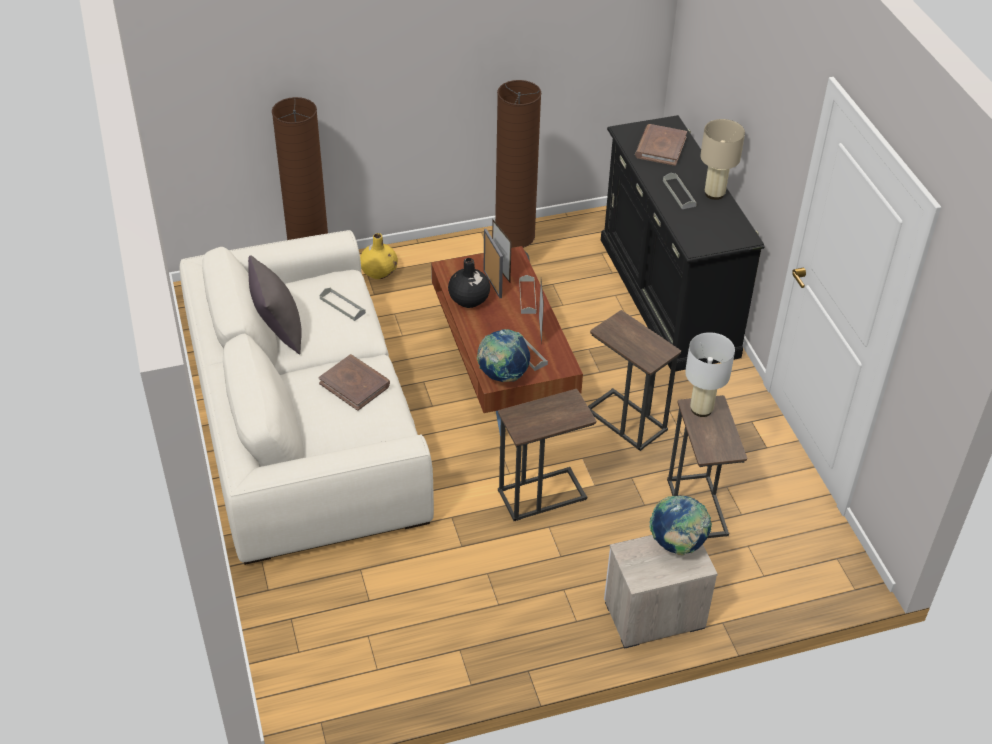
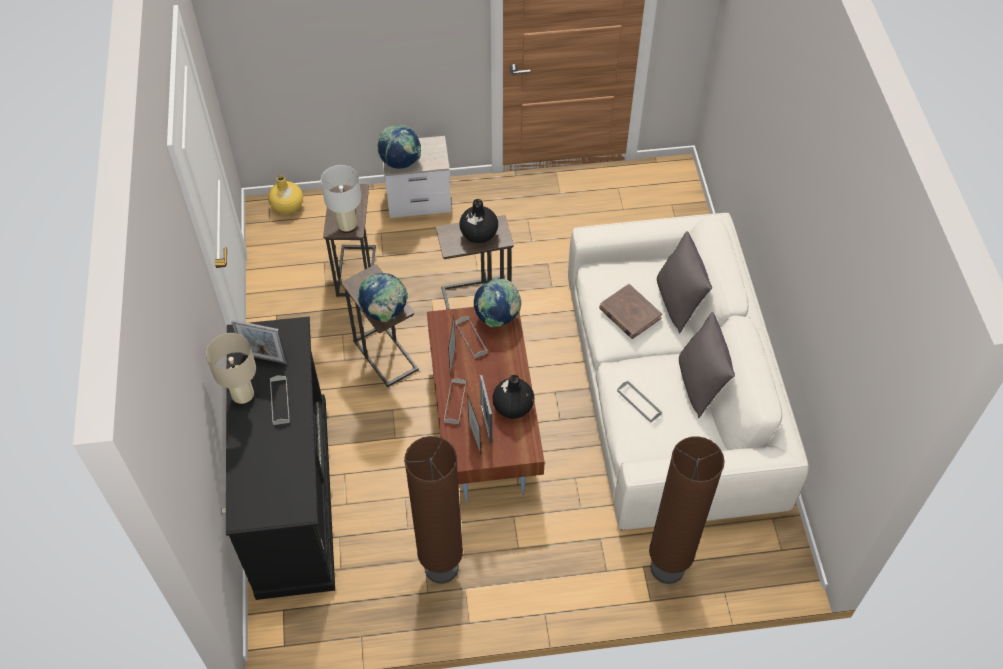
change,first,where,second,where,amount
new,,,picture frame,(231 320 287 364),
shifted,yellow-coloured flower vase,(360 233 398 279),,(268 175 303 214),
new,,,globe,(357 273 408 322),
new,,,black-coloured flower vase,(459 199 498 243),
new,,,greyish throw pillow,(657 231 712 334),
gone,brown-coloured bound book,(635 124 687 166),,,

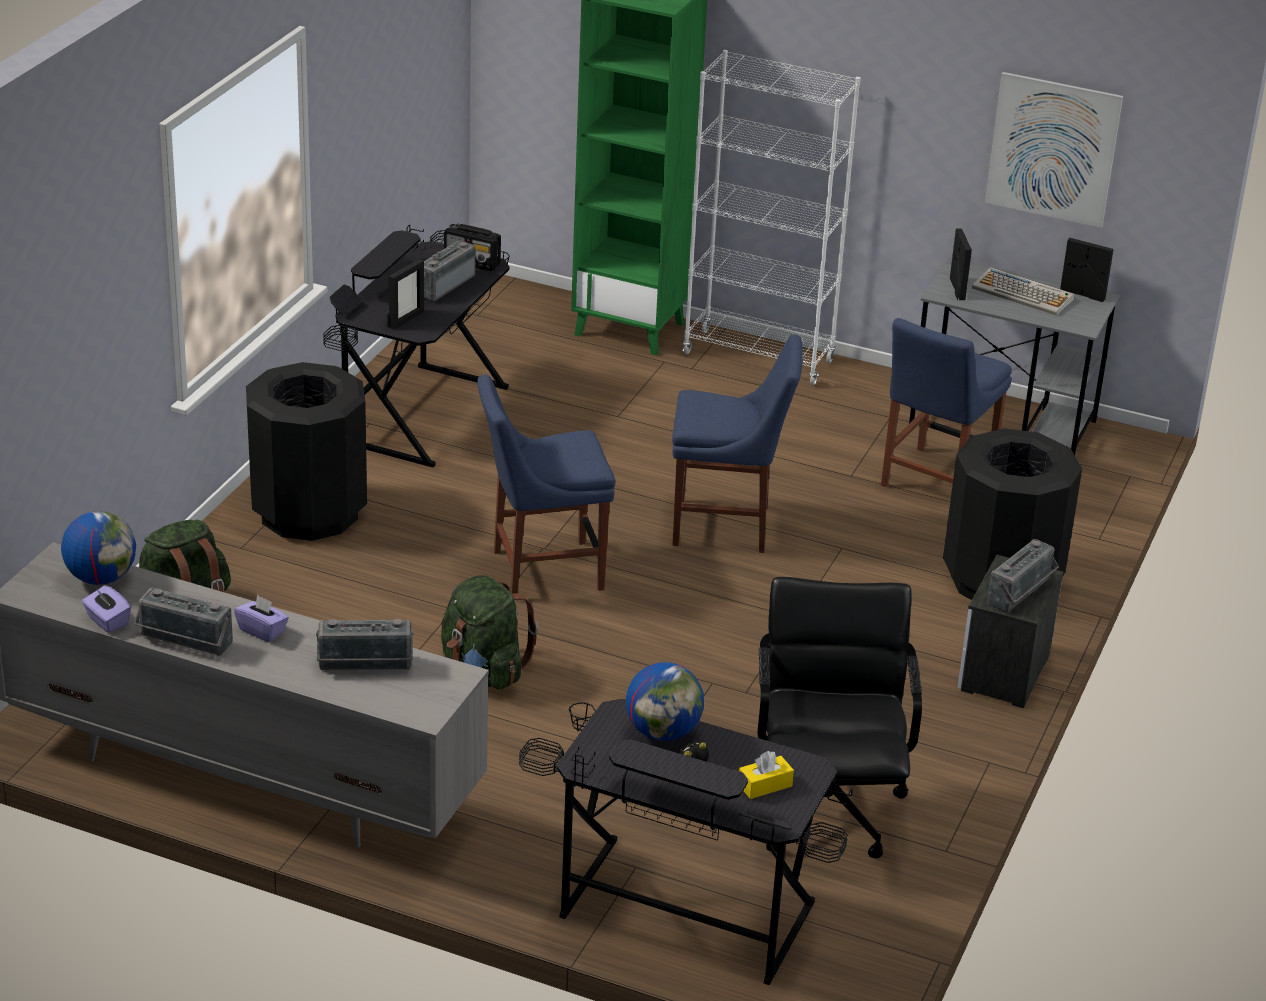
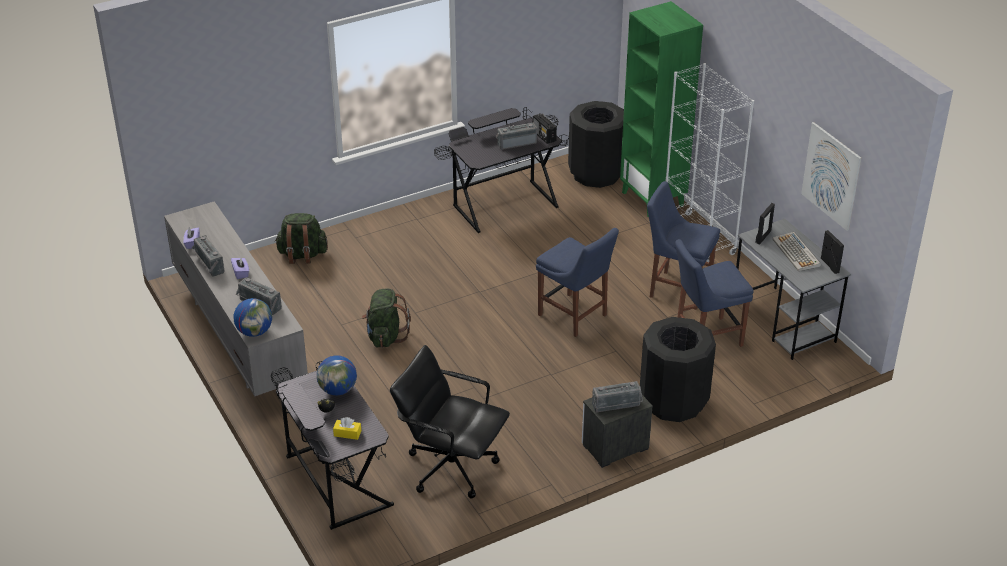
change,first,where,second,where,amount
shifted,globe,(61 511 136 585),,(233 298 272 337),
rotated,black-coloured desk chair,(757 577 922 858),,(390 345 510 499),105 degrees counterclockwise
shifted,black-coloured rubbish bin,(246 362 367 541),,(568 101 624 188),
shifted,bluish plain chair,(477 374 615 594),,(647 181 720 310),
gone,picture frame,(387 259 424 330),,,

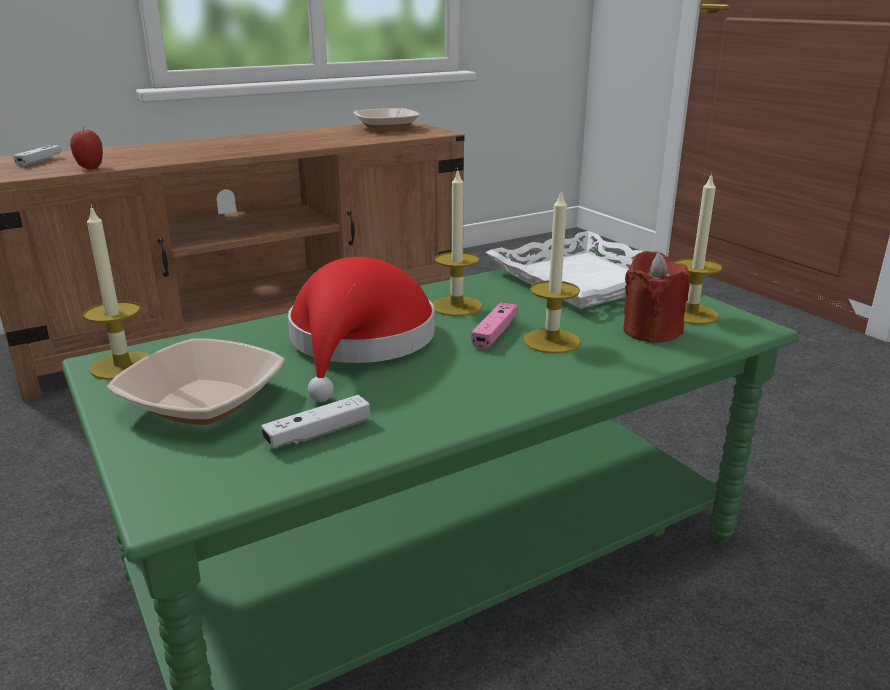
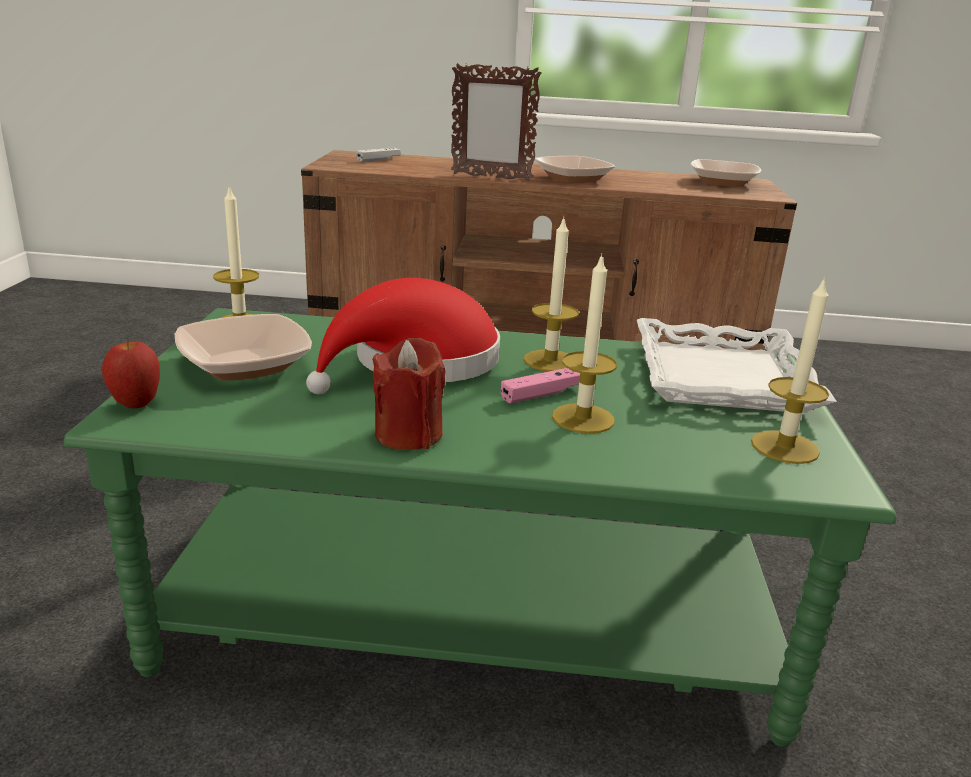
change,first,where,second,where,amount
shifted,apple fruit,(70 127 103 169),,(101 340 160 408),
shifted,red wax candle,(623 251 690 343),,(373 338 445 450),
new,,,picture frame,(451 63 542 181),
new,,,serving bowl,(535 156 615 183),
gone,white gamepad,(262 395 370 447),,,

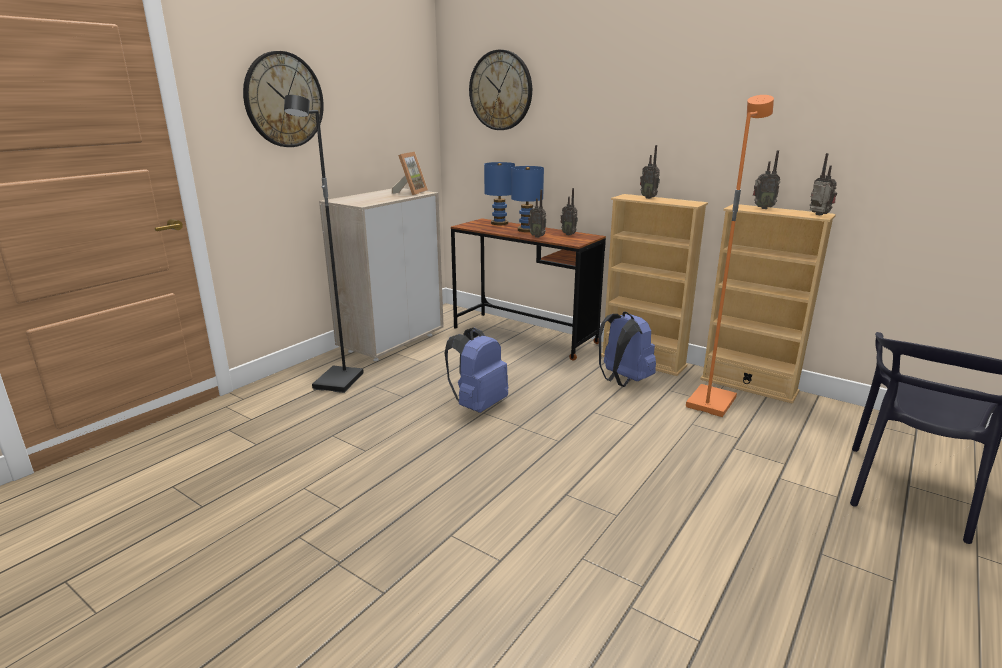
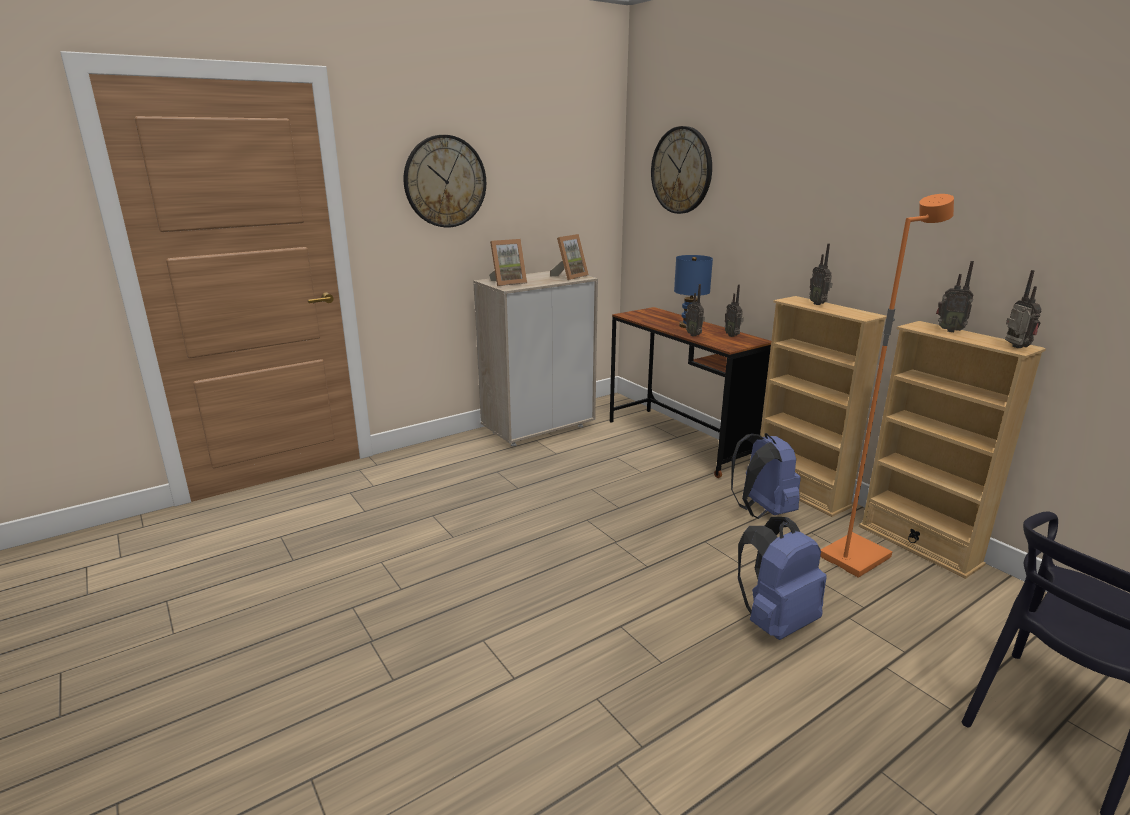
change,first,where,second,where,amount
new,,,picture frame,(489 239 527 286),
shifted,bluish knapsack,(445 328 508 413),,(738 517 827 640),
gone,black-coloured standard lamp,(284 95 364 393),,,
gone,bluish table lamp,(484 162 515 225),,,

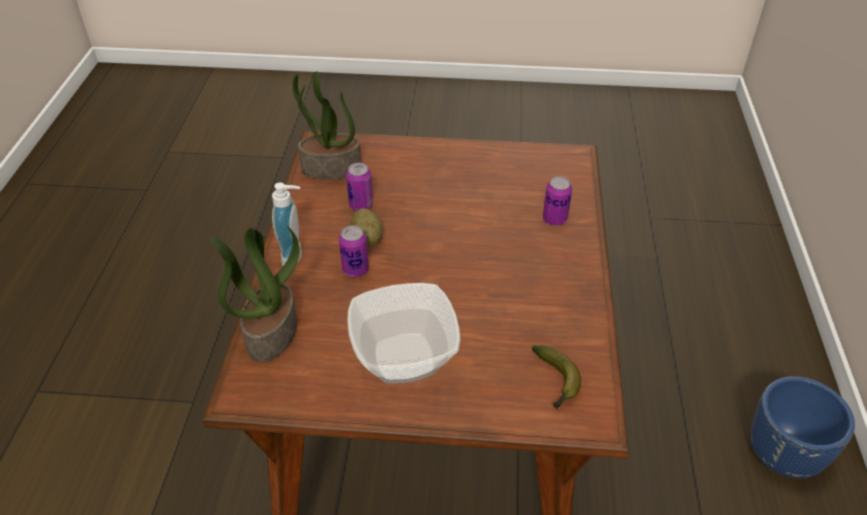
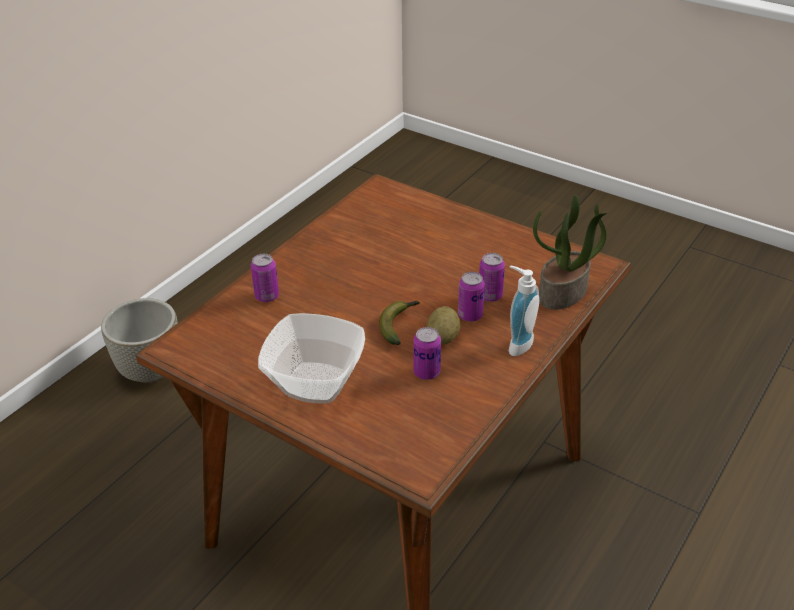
change,first,where,second,where,amount
repainted,bluish plant pot,(751 376 855 479),greyish plant pot,(101 298 178 383),
shifted,serving bowl,(347 283 460 384),,(258 313 365 404),
shifted,banana fruit,(532 345 581 409),,(379 301 420 345),
new,,,sealed can,(479 253 505 302),
gone,houseplant,(292 71 361 180),,,

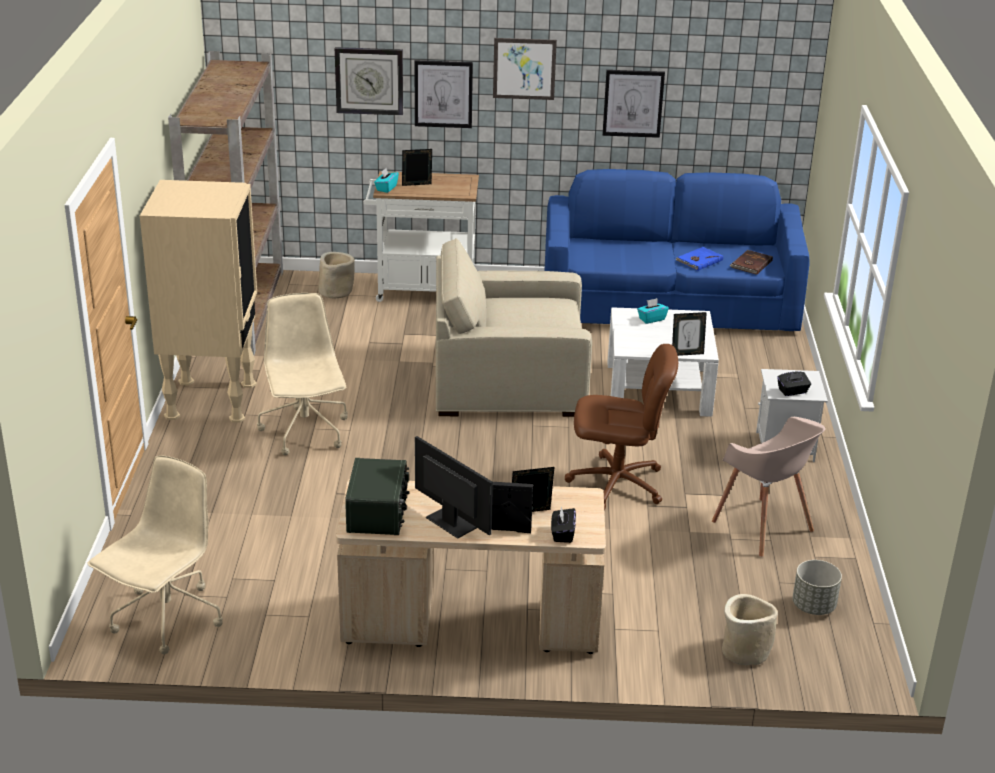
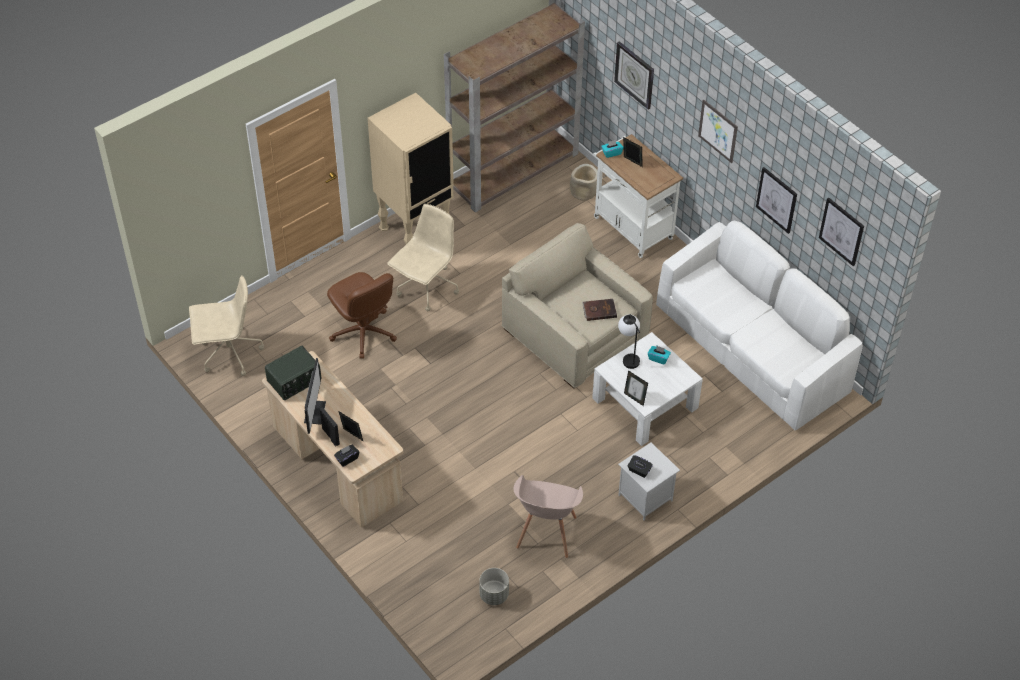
change,first,where,second,where,amount
shifted,brown-coloured desk chair,(565 344 678 510),,(327 272 397 359),
shifted,brown-coloured bound book,(730 250 773 275),,(582 299 617 321),
new,,,table lamp,(618 314 640 369),
repainted,bluish settee,(545 169 810 331),white settee,(656 221 863 430),
shifted,wall art,(415 60 473 128),,(819 197 864 266),
gone,bluish bound book,(675 247 723 271),,,
gone,beige plant pot,(722 594 778 665),,,

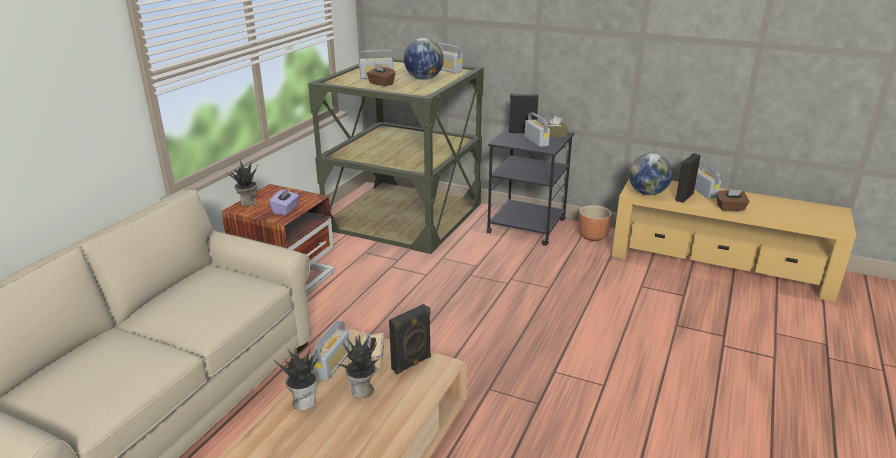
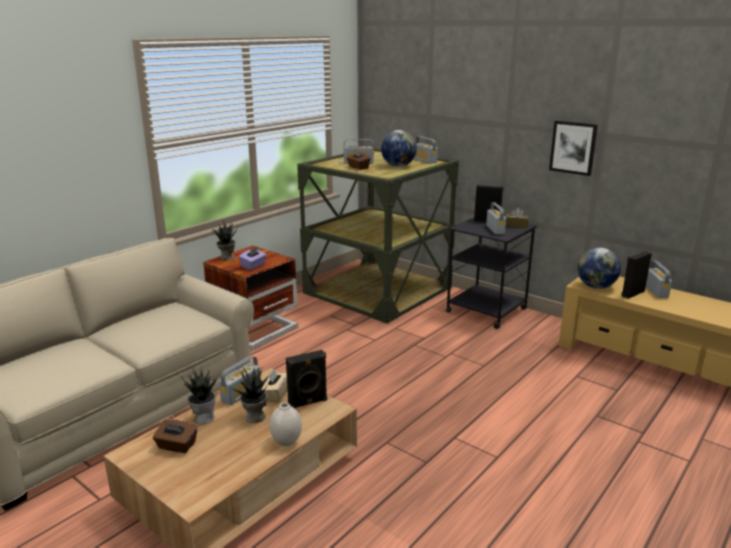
change,first,where,second,where,amount
shifted,brown-coloured tissue holder,(716 190 750 211),,(153 419 198 453),
new,,,white flower vase,(269 402 302 446),
new,,,wall art,(549 121 598 176),
gone,brown-coloured plant pot,(578 205 612 241),,,

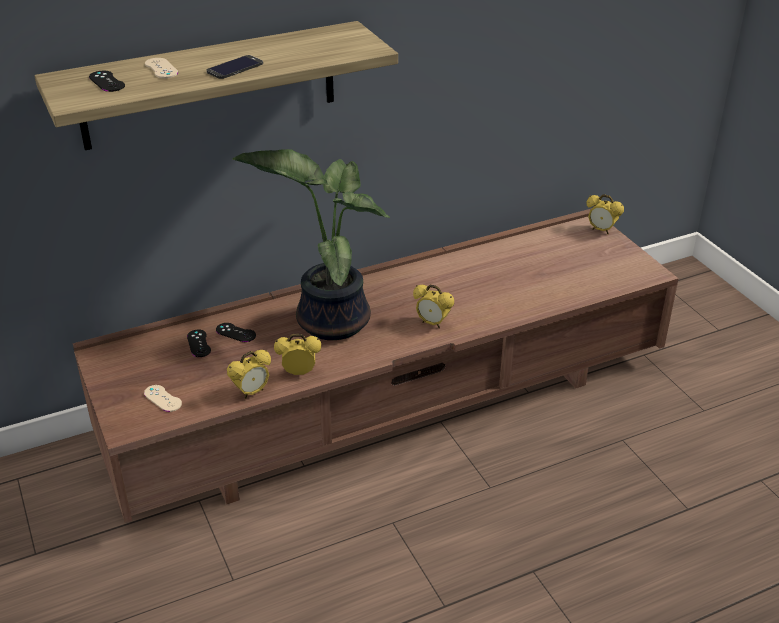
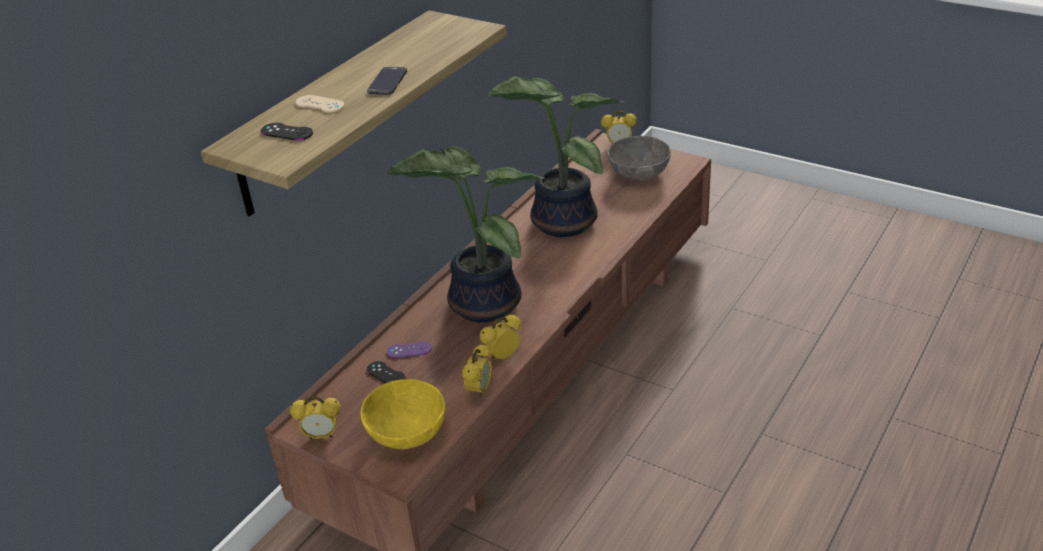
change,first,where,second,where,amount
shifted,bedside clock,(413 284 454 328),,(290 396 341 440),
swapped,beige gamepad,(144 385 182 412),yellow-coloured serving bowl,(360 379 445 449),
repainted,black-coloured gamepad,(216 323 256 342),purplish gamepad,(387 341 432 358),
new,,,houseplant,(487 76 624 237),
new,,,greyish serving bowl,(607 136 671 181),

